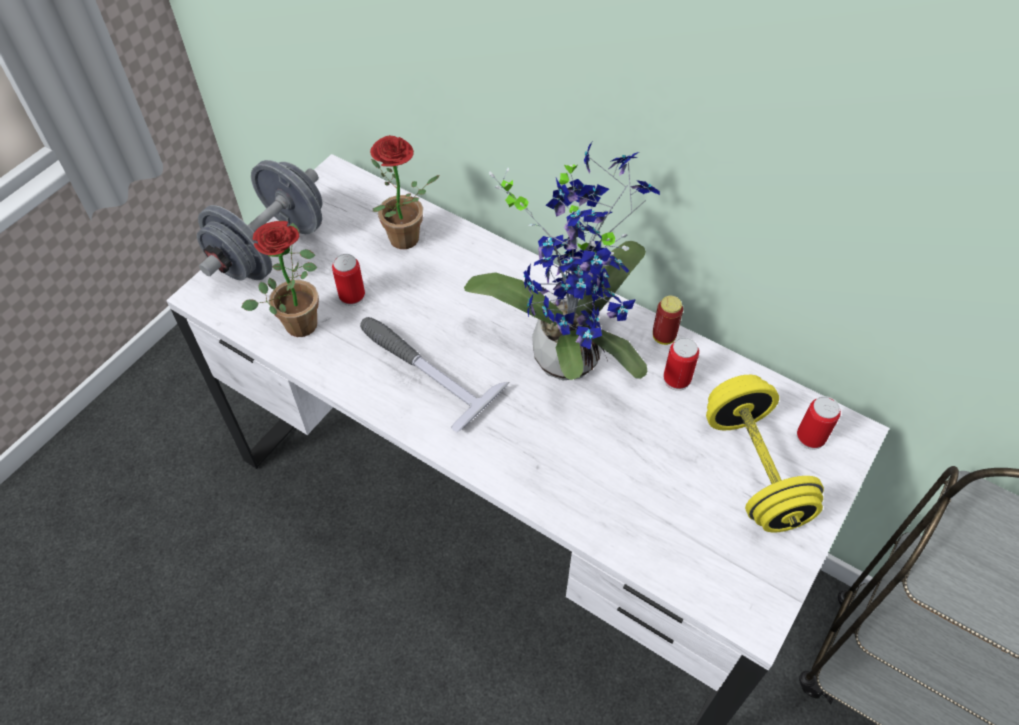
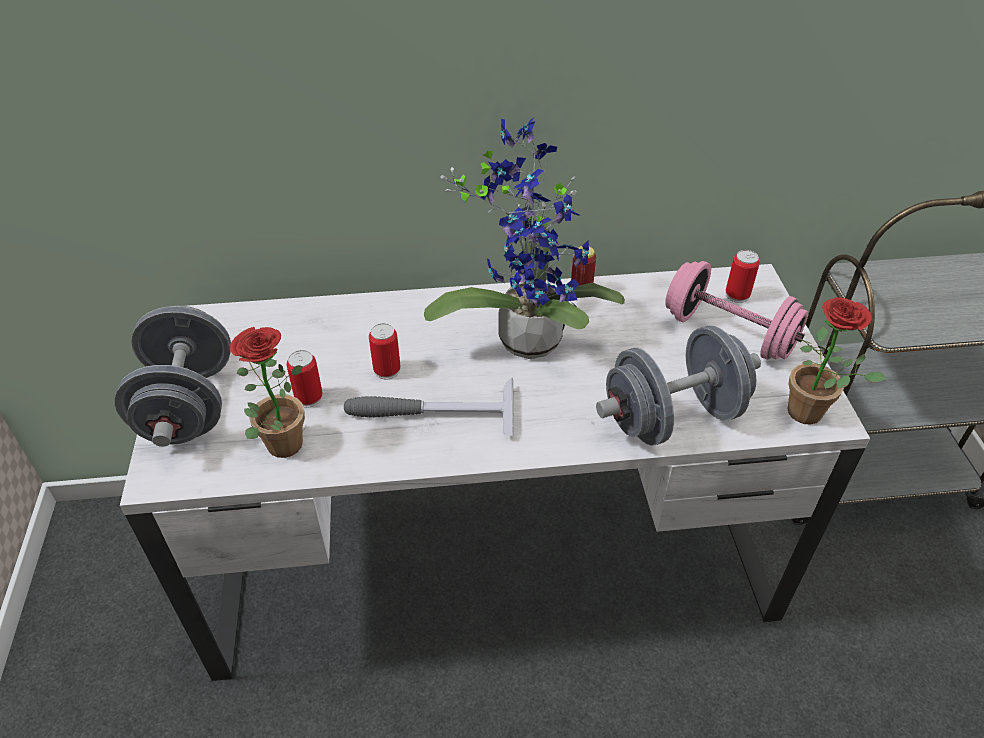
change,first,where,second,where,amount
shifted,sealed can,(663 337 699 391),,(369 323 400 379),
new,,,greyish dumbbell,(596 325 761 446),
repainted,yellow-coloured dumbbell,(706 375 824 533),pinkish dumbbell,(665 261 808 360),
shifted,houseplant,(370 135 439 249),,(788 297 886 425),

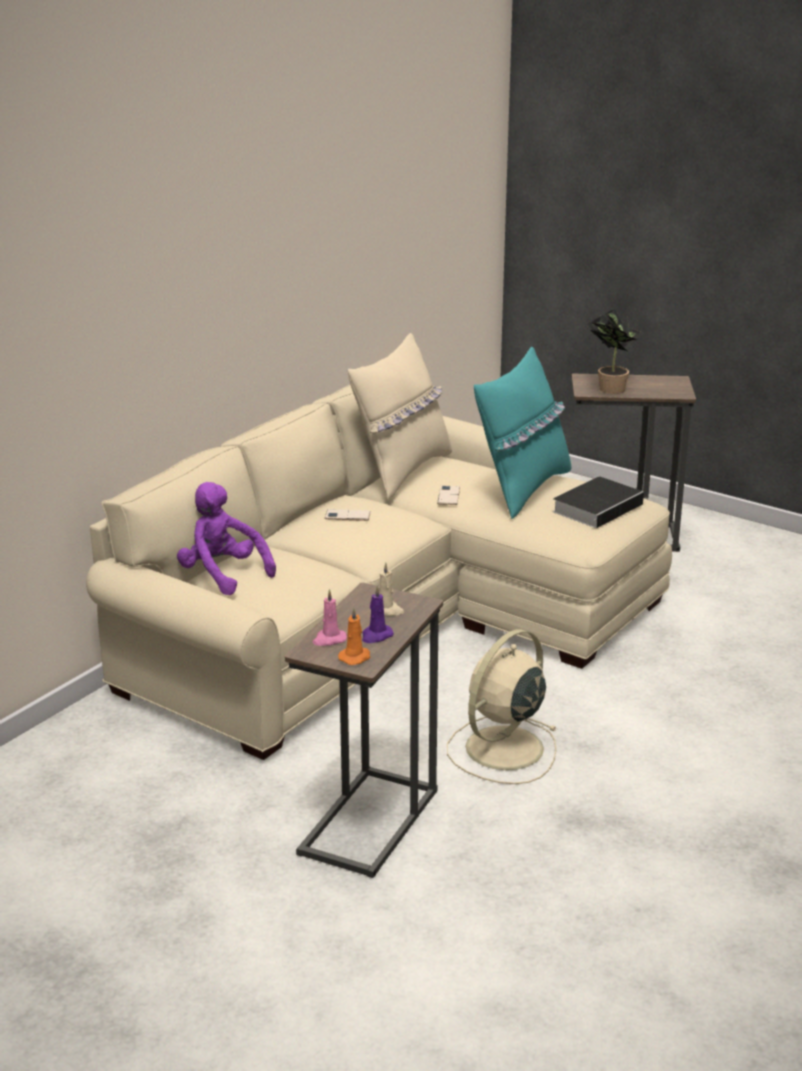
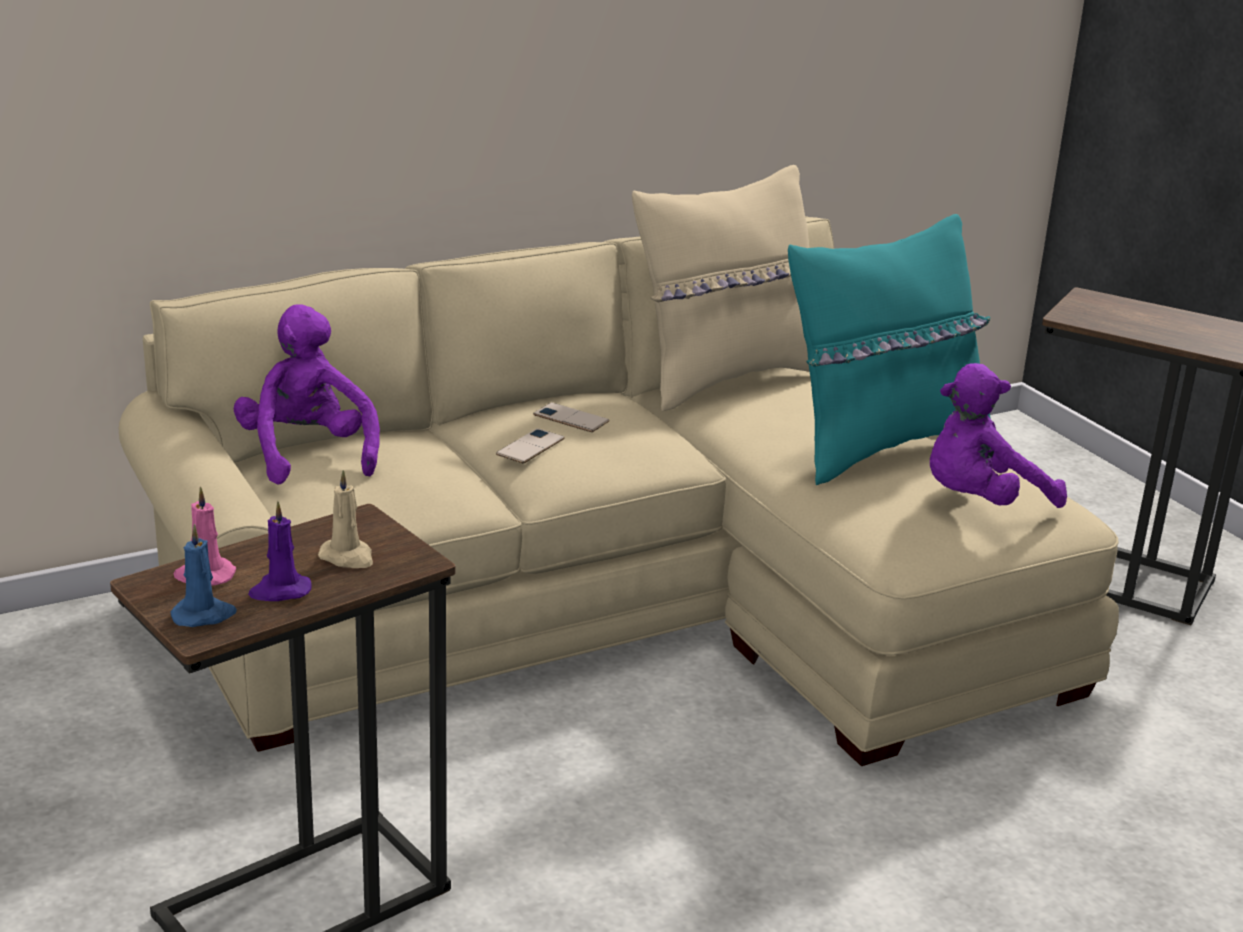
change,first,where,second,where,amount
repainted,orangey wax candle,(338 607 370 665),bluish wax candle,(170 524 237 627),
shifted,handset,(437 486 460 505),,(496 428 565 463),
swapped,bound book,(553 476 644 528),purplish cuddly toy,(930 363 1067 508),
gone,beige cooling fan,(447 629 557 784),,,
gone,houseplant,(588 309 645 394),,,

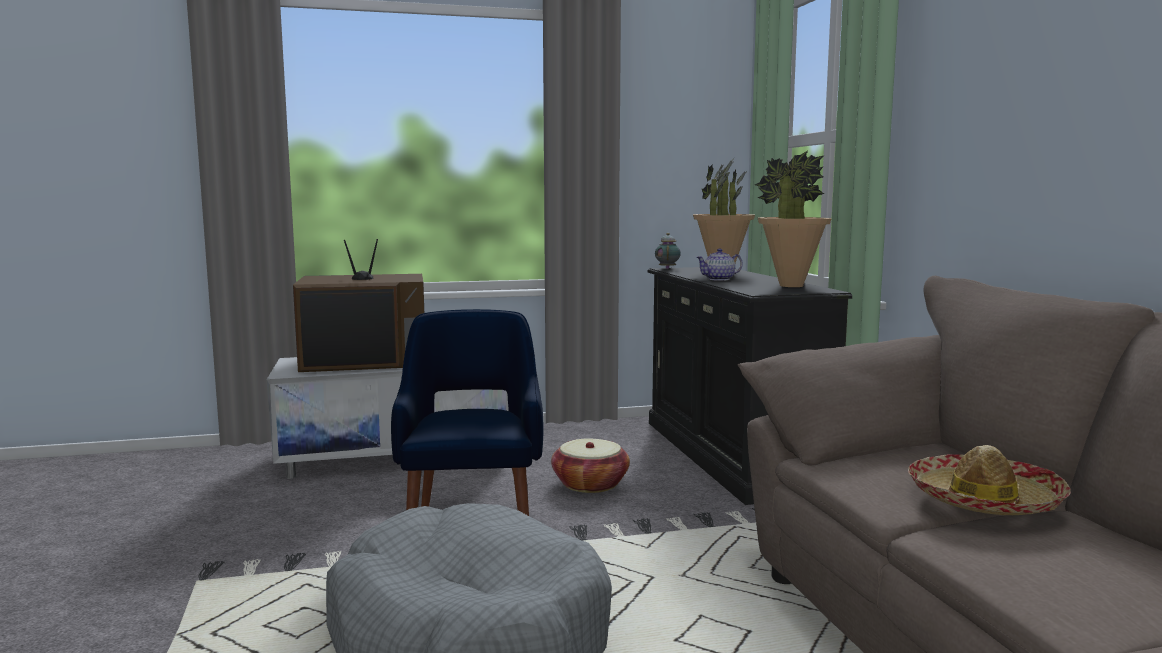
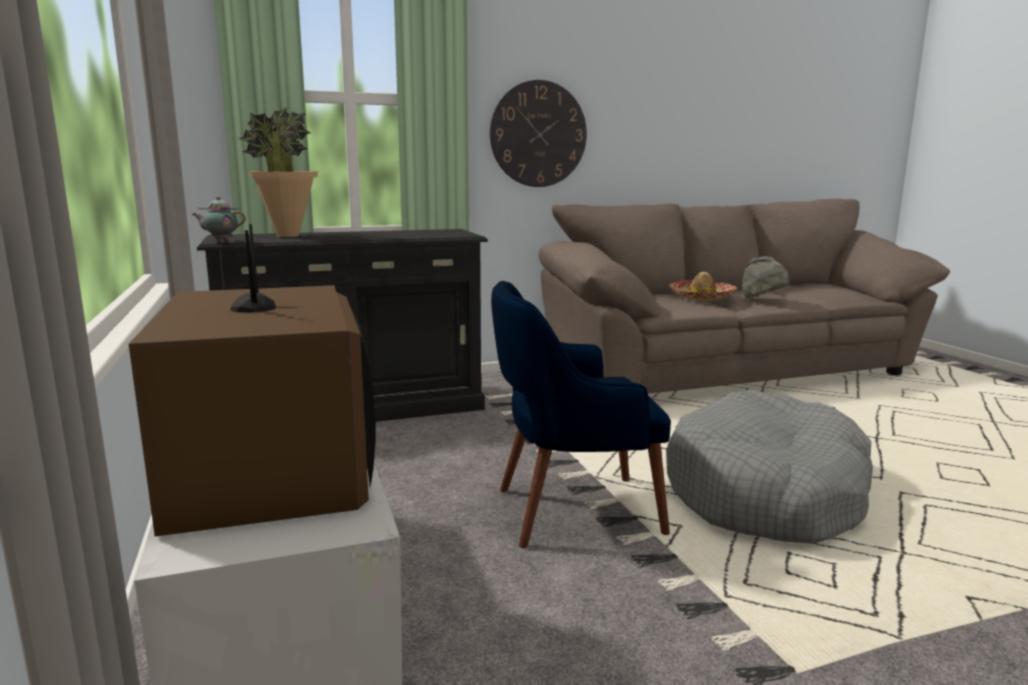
change,first,where,second,where,amount
new,,,hanging clock,(490 80 587 187),
new,,,greyish wearable hat,(741 256 790 298),
gone,storage basket,(551 438 630 493),,,
gone,pot for tea,(696 249 743 281),,,
gone,houseplant,(755 151 832 287),,,

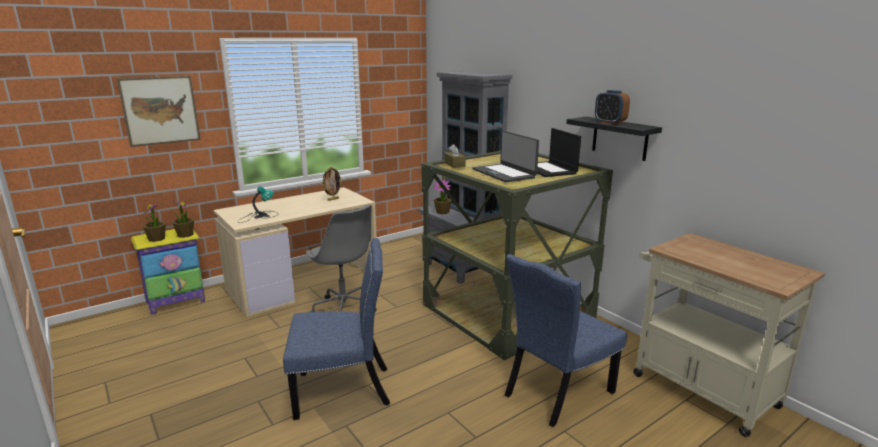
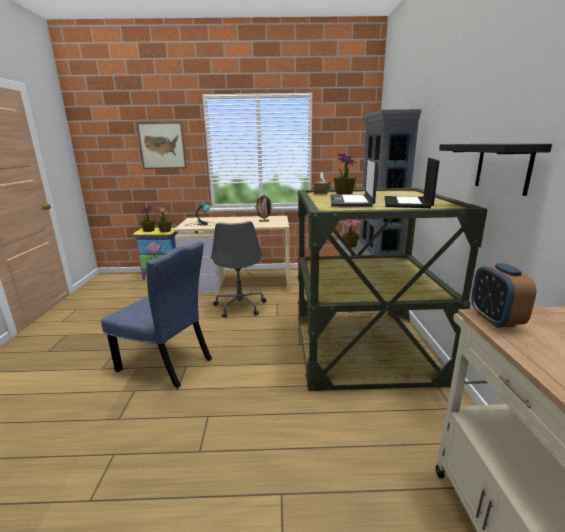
change,first,where,second,where,amount
new,,,houseplant,(334 153 356 194),
shifted,bedside clock,(595 90 630 125),,(471 263 536 328),
gone,bluish plain chair,(505 254 627 427),,,

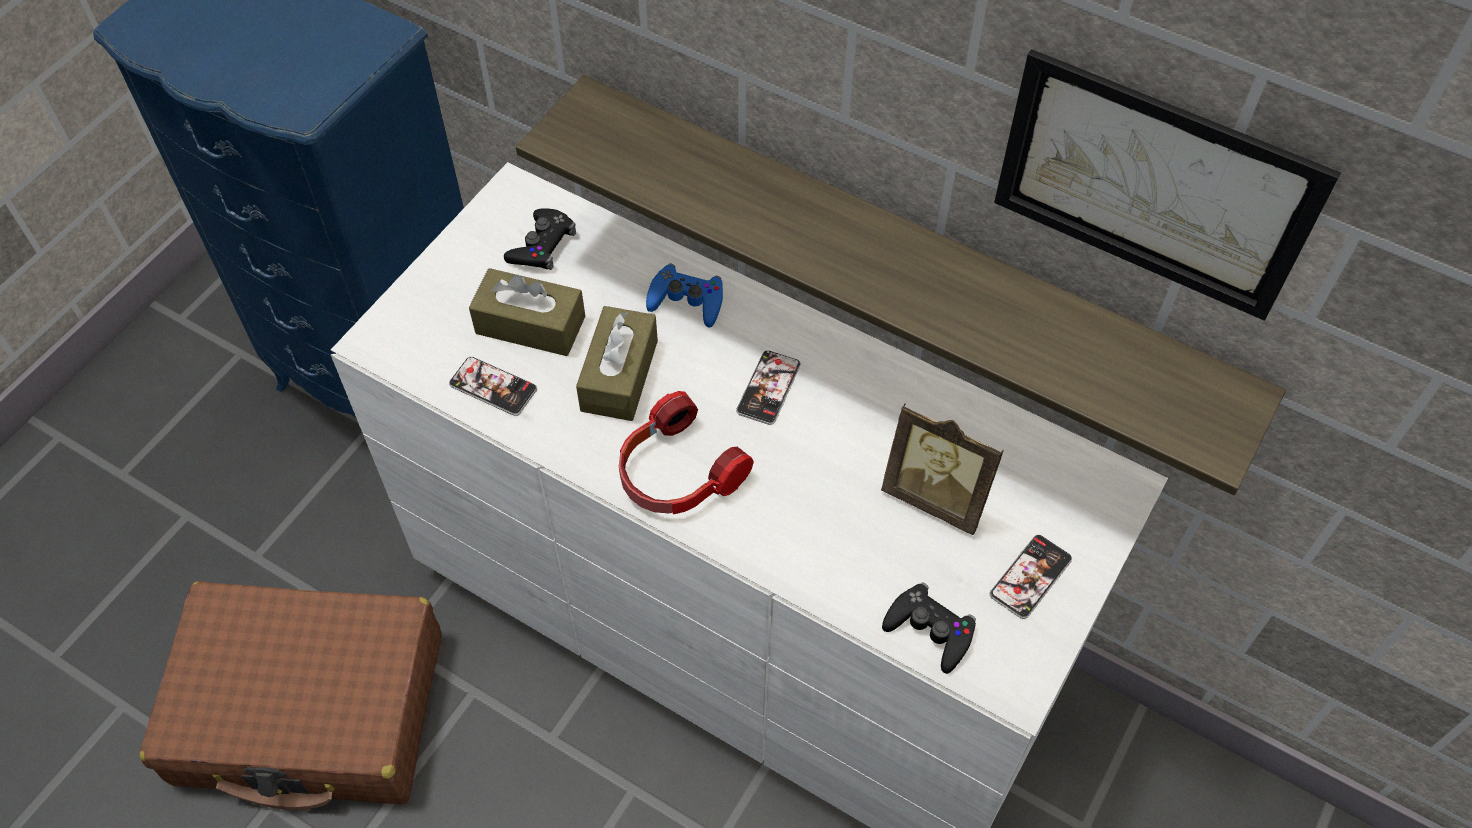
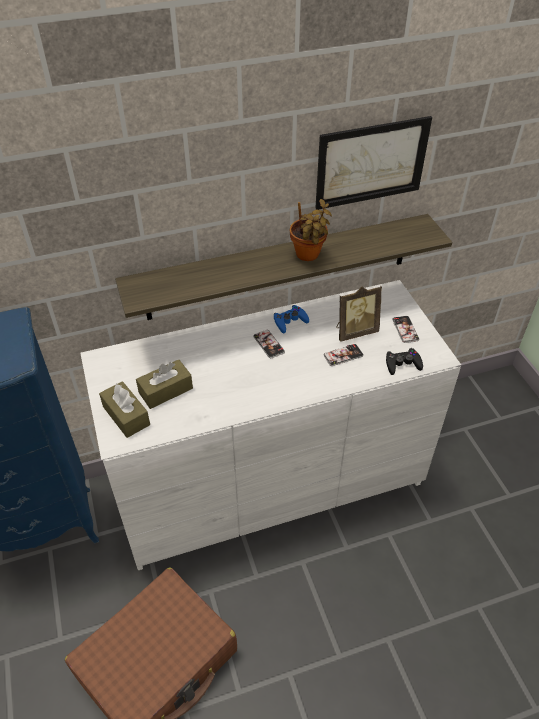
change,first,where,second,where,amount
shifted,brown-coloured tissue holder,(576 306 658 421),,(99 381 150 438),
shifted,bluish gamepad,(646 263 723 328),,(274 305 309 333),
new,,,houseplant,(290 199 332 261),
shifted,handset,(449 357 537 416),,(324 344 364 366),
gone,black-coloured gamepad,(504 208 576 270),,,
gone,pair of headphones,(619 391 754 514),,,

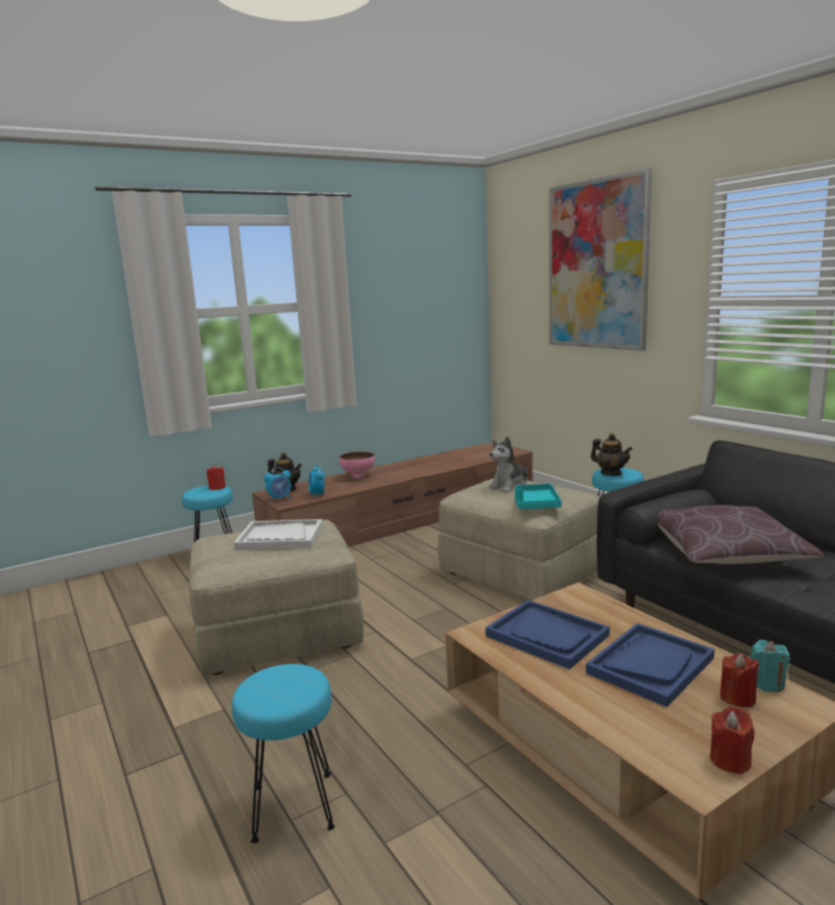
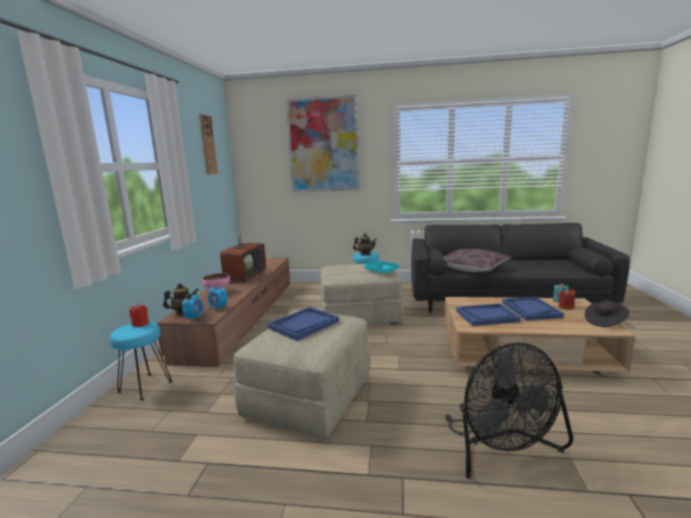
change,first,where,second,where,amount
new,,,hanging clock,(199 114 218 174),
new,,,television,(220 219 266 283),
repainted,white carrying tray,(234 519 323 550),bluish carrying tray,(268 307 339 341),
swapped,blue-green stool,(232 664 335 843),black-coloured cooling fan,(445 343 573 479),
swapped,red wax candle,(710 706 755 774),black-coloured wearable hat,(585 300 629 327),
gone,cuddly toy,(489 436 528 493),,,

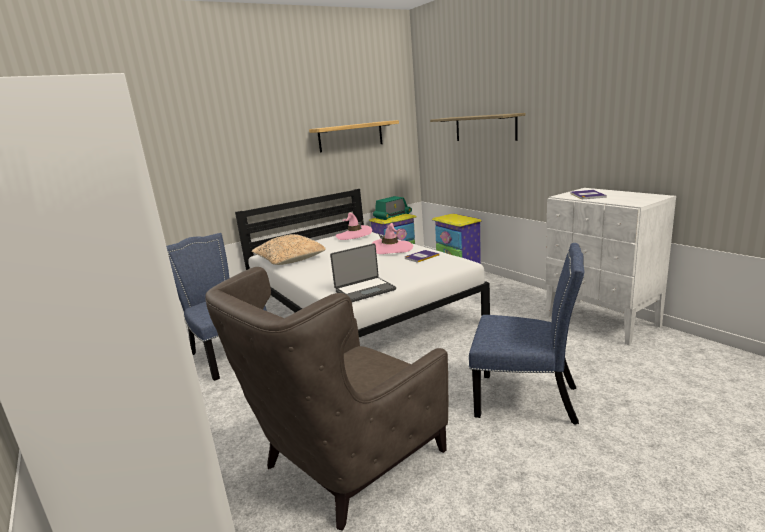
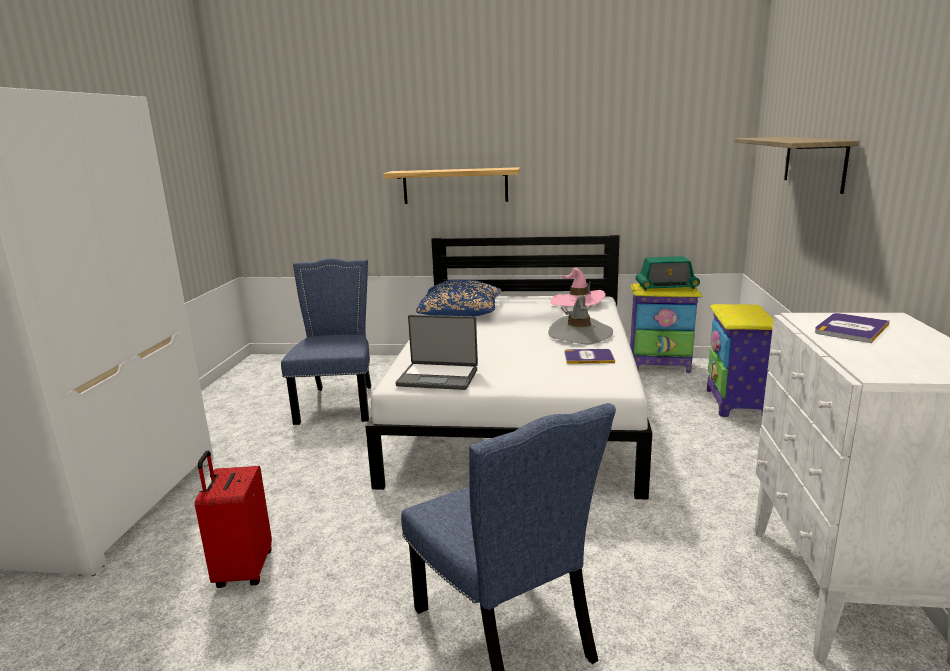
change,first,where,second,where,amount
swapped,greyish lounge chair,(205 267 448 531),red piece of luggage,(195 451 272 588),
shifted,shelf,(309 120 399 153),,(383 167 520 204),
repainted,beige throw pillow,(252 234 326 265),bluish throw pillow,(416 280 502 316),
repainted,pinkish wearable hat,(372 223 413 254),greyish wearable hat,(548 295 613 344),

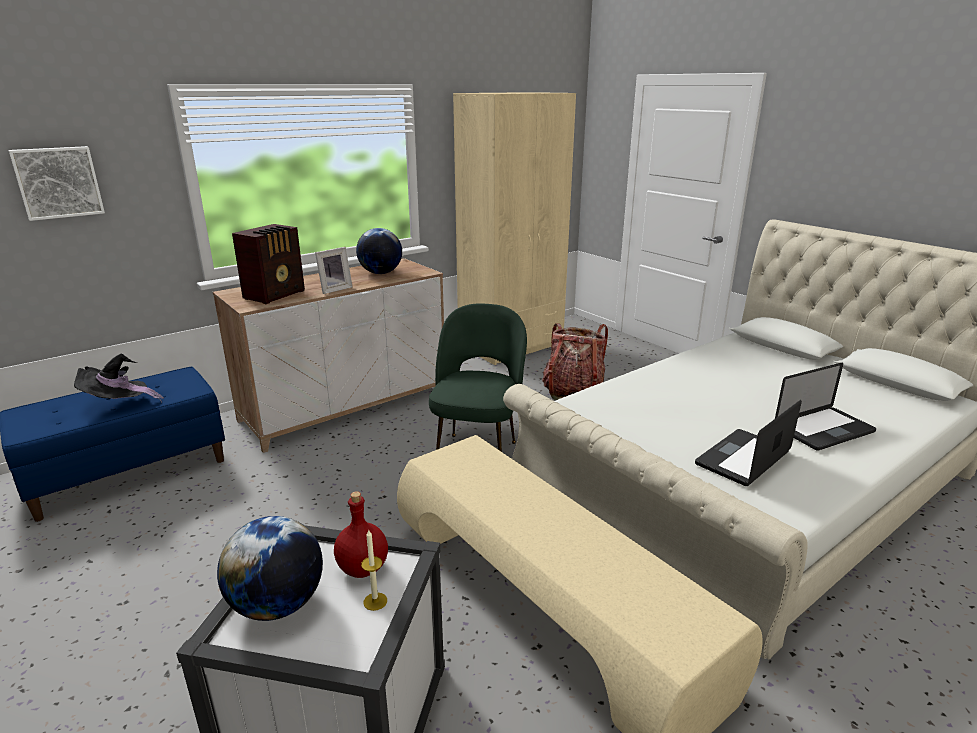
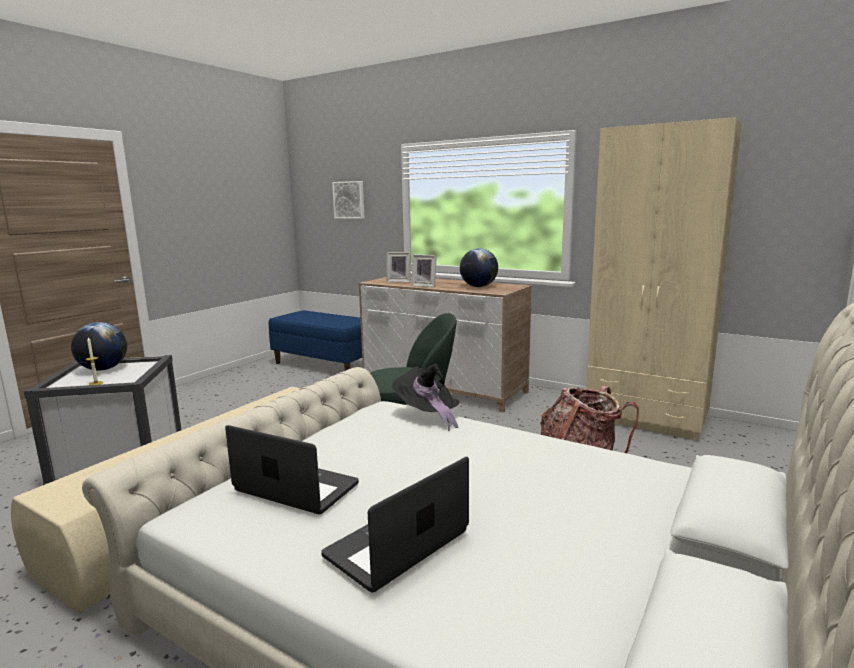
change,first,where,second,where,amount
rotated,laptop,(775 363 877 451),,(321 457 469 593),90 degrees clockwise
swapped,radio,(232 224 305 304),picture frame,(387 252 411 282),
shifted,black-coloured wearable hat,(74 353 164 403),,(392 364 459 431),
gone,red bottle,(334 491 388 578),,,

